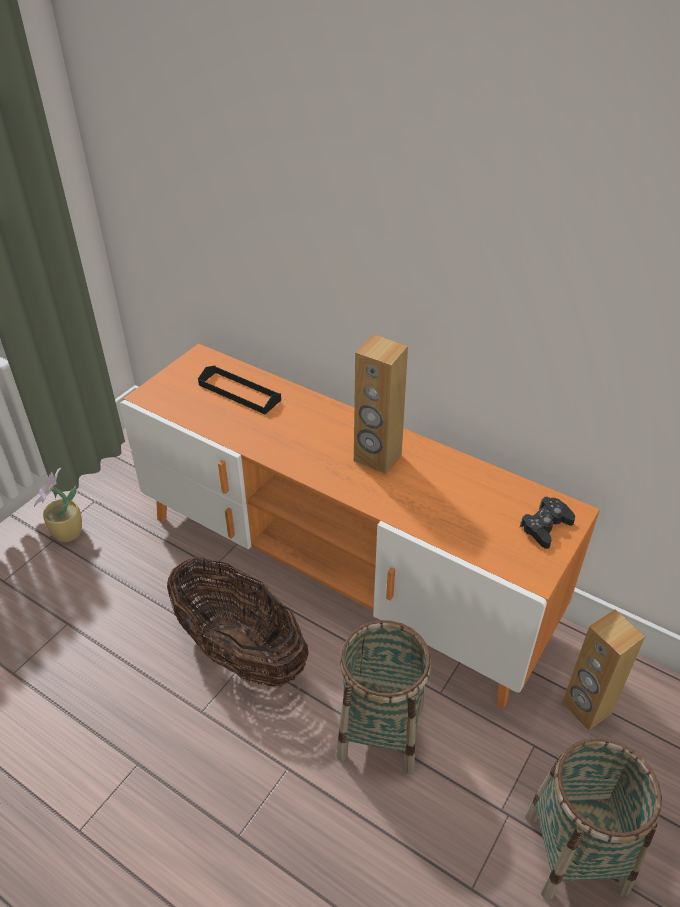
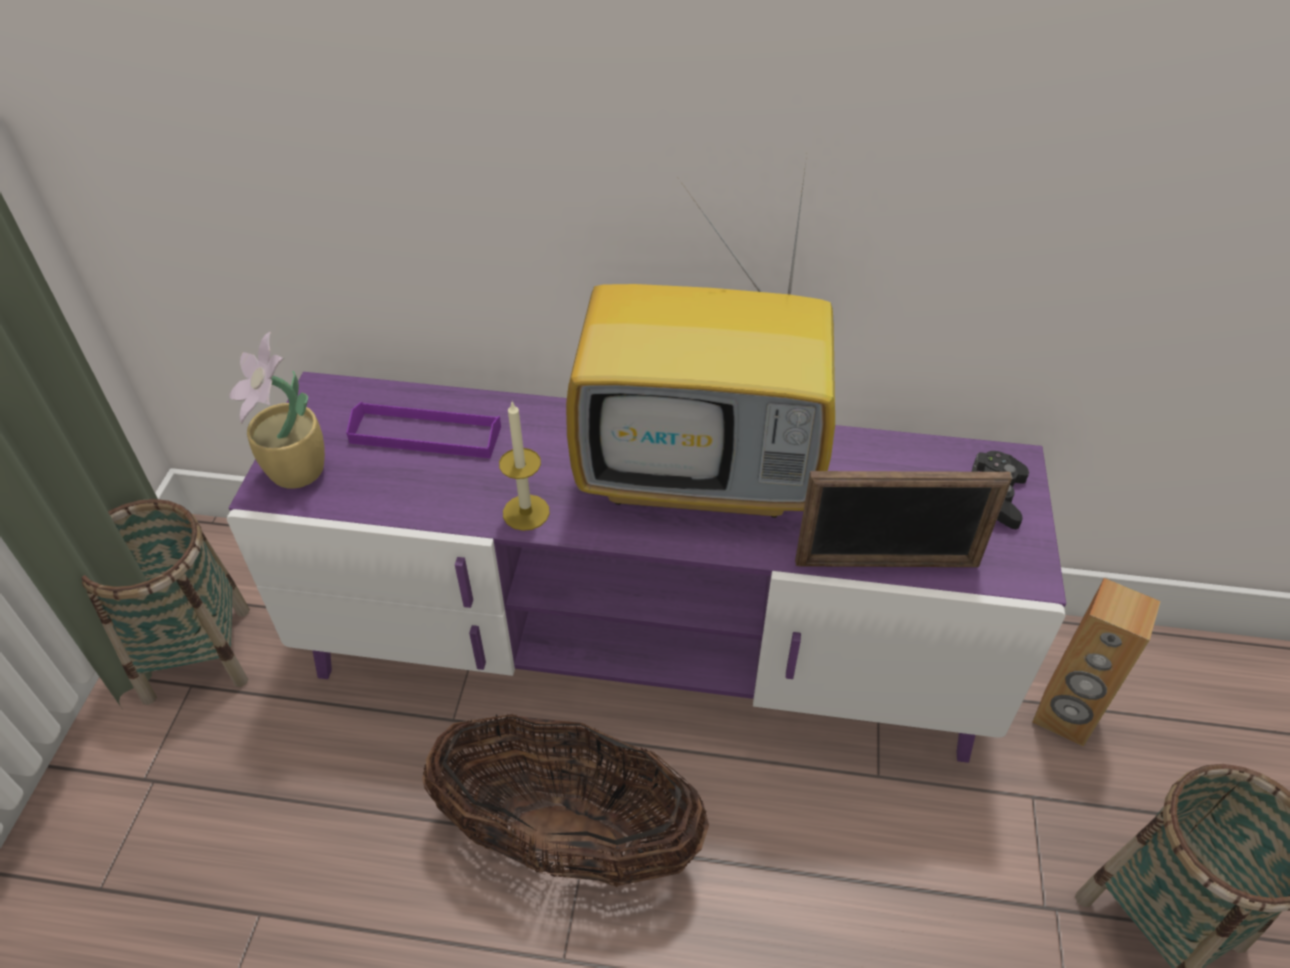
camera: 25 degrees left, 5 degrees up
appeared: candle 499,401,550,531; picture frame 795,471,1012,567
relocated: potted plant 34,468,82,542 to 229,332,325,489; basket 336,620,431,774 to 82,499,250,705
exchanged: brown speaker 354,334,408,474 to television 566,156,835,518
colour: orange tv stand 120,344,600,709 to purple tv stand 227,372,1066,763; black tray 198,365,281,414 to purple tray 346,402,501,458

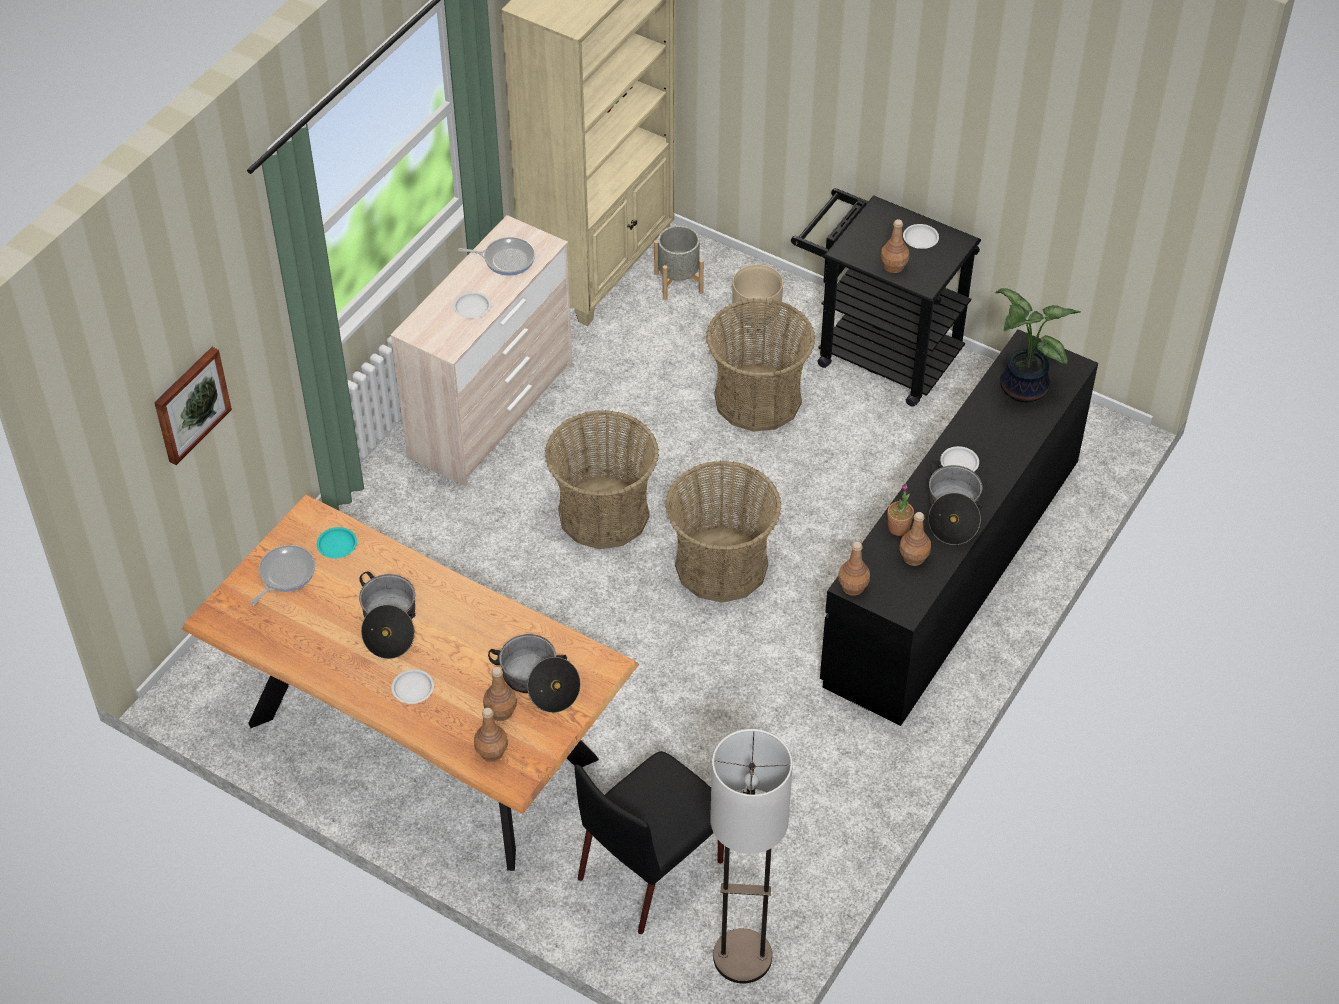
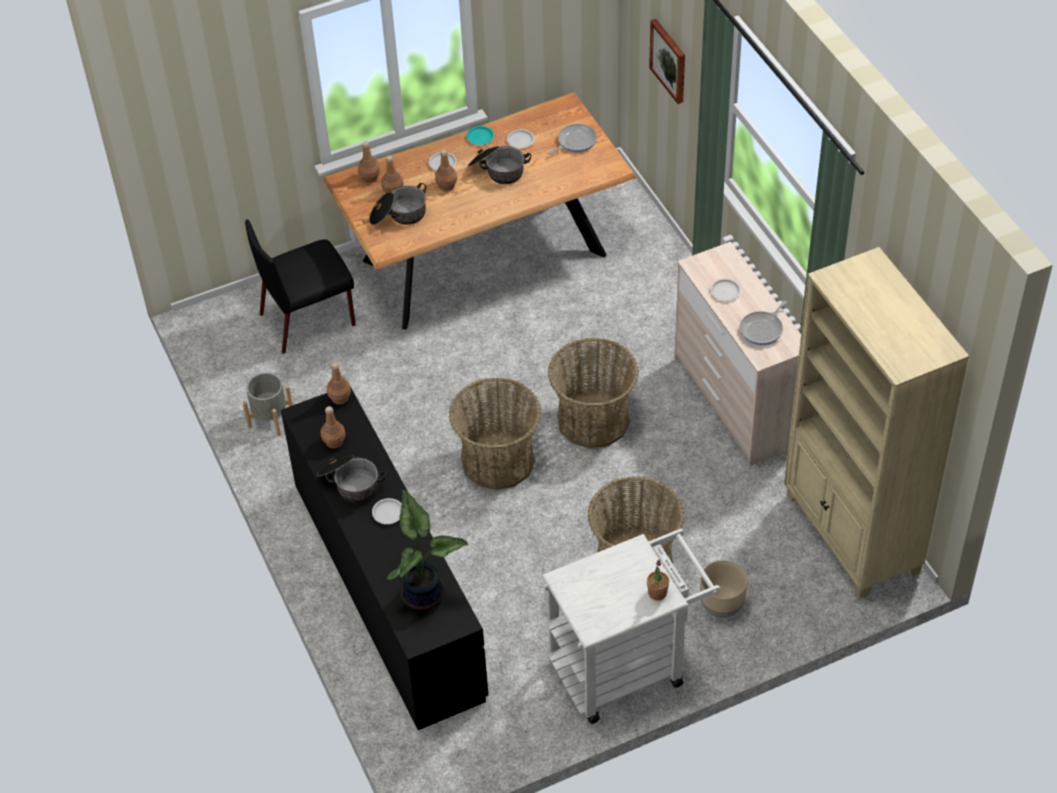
camera: 125 degrees right, 0 degrees up
missing: floor lamp 710,729,793,983
relocated: turquoise plate 317,527,357,558 to 466,126,494,145; grey planter 654,225,704,300 to 243,372,293,436; brown bottle 881,219,909,273 to 435,150,457,191; potted plant 888,483,914,536 to 647,560,669,600; white plate 903,224,939,249 to 507,129,535,148
colour: black cart 791,188,981,407 to white cart 542,529,721,724
spun: frying pan 250,545,315,606 = 548,124,597,155 105 degrees counterclockwise; black chair 574,751,724,934 = 245,220,356,354 105 degrees counterclockwise

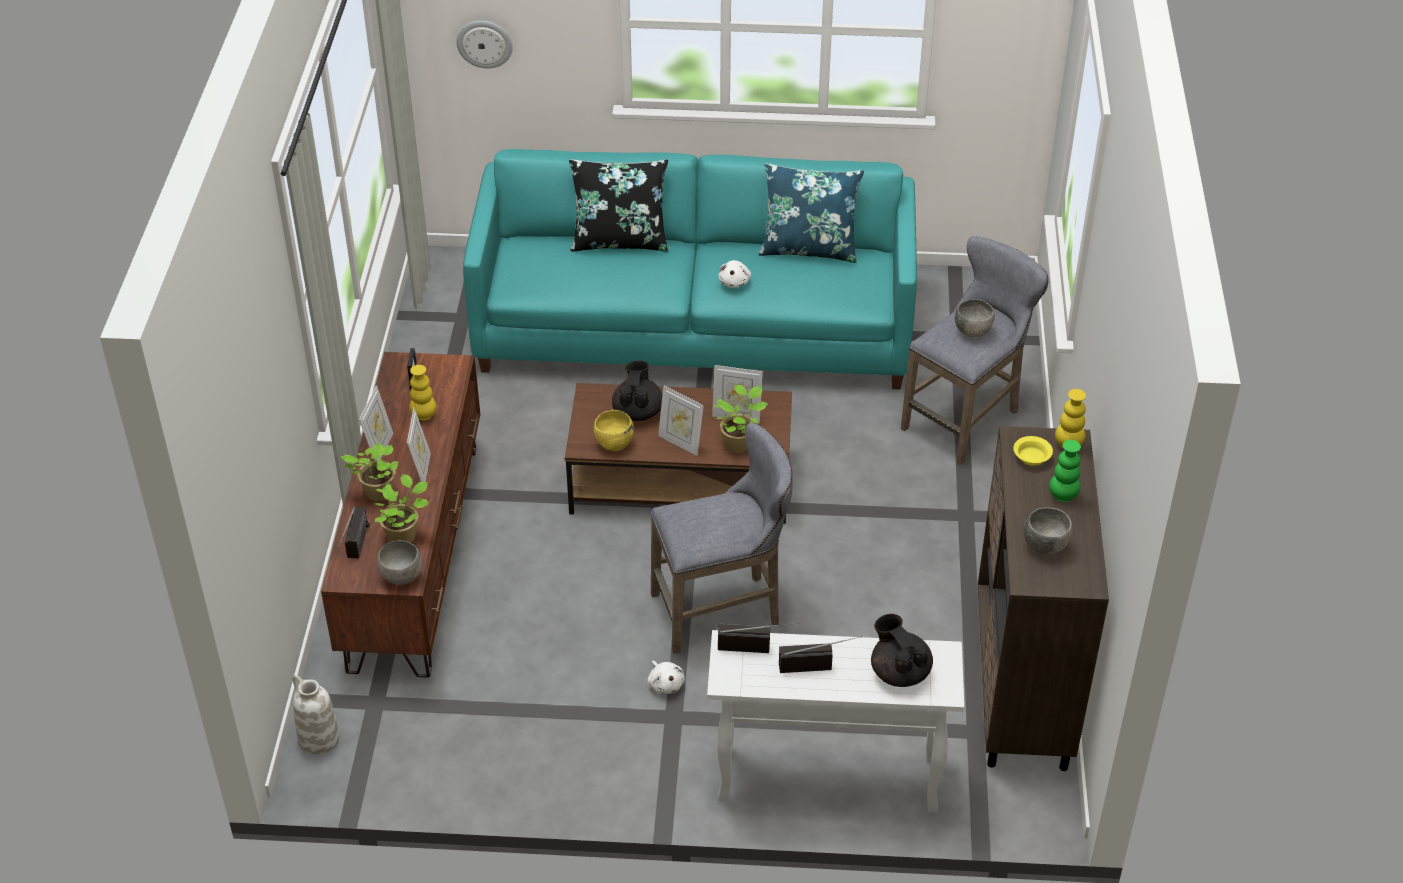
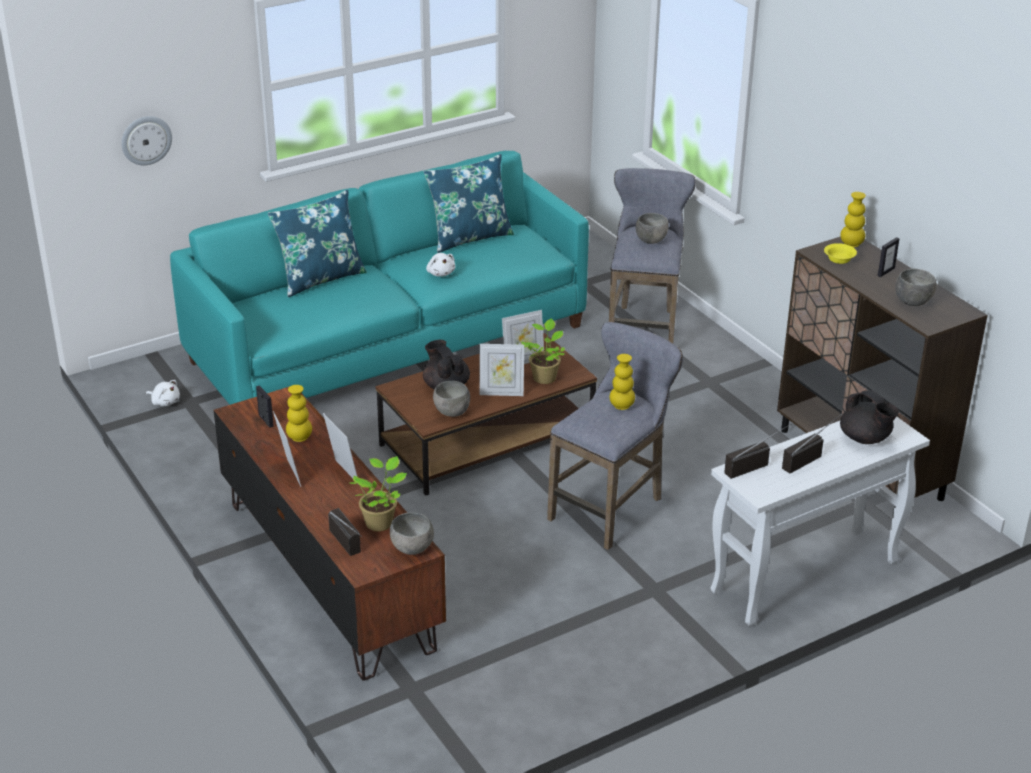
camera: 35 degrees left, 10 degrees down
missing: white vase 292,675,340,755; potted plant 341,442,398,501
appeared: yellow vase 610,354,635,410
relocated: white plush toy 647,660,685,694 to 146,380,180,406
exchanged: green vase 1049,440,1081,502 to picture frame 877,237,899,277
colour: black pillow 569,159,668,252 to blue pillow 268,190,367,297; yellow bowl 594,410,634,451 to grey bowl 433,381,470,417
spun: black teapot 871,614,933,687 = 840,390,899,444 150 degrees counterclockwise

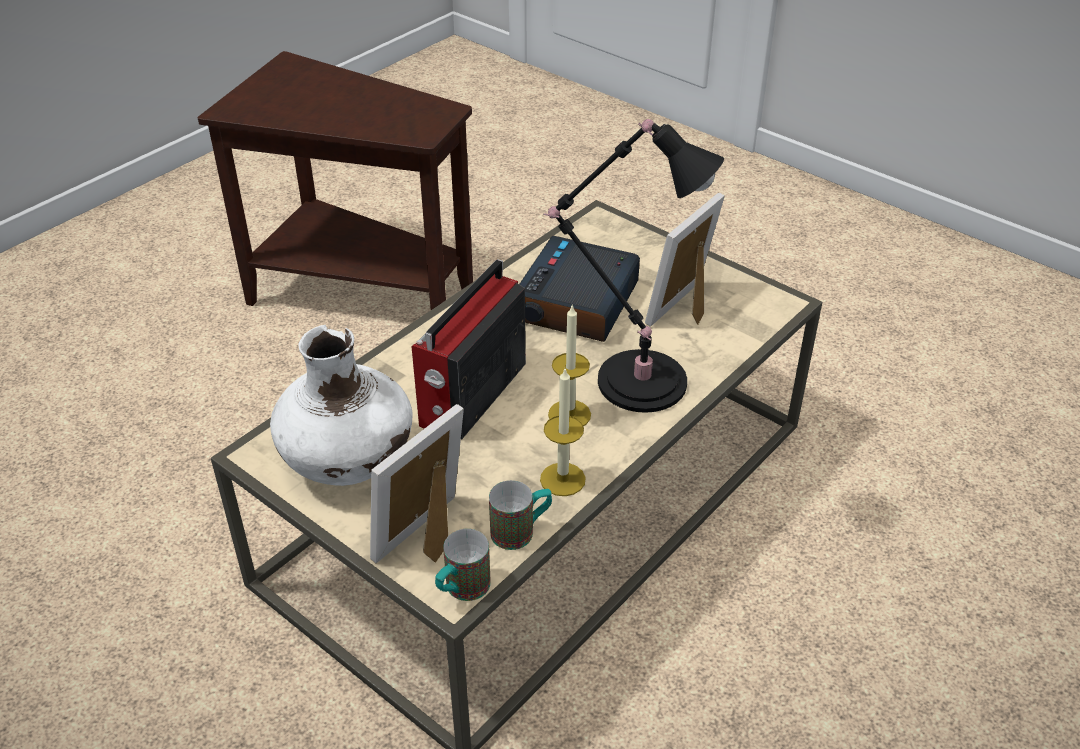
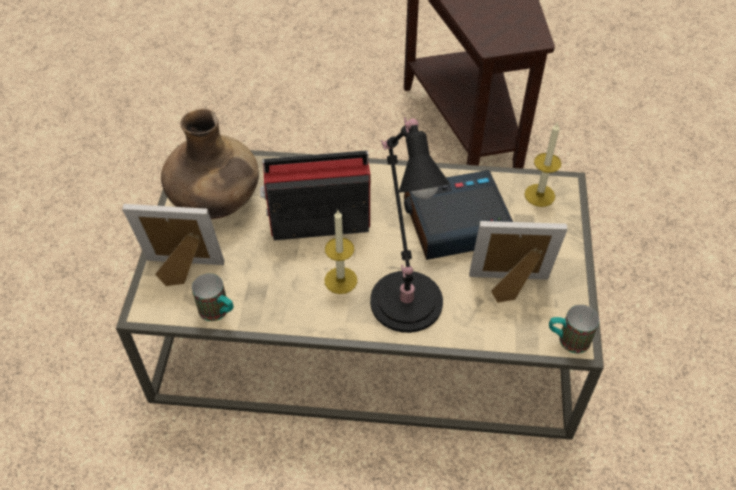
camera: 55 degrees right, 10 degrees up
relocated: mug 435,529,491,601 to 549,305,599,354; candle 540,369,586,496 to 524,122,561,207
colour: white vase 270,325,412,486 to brown vase 161,109,259,219

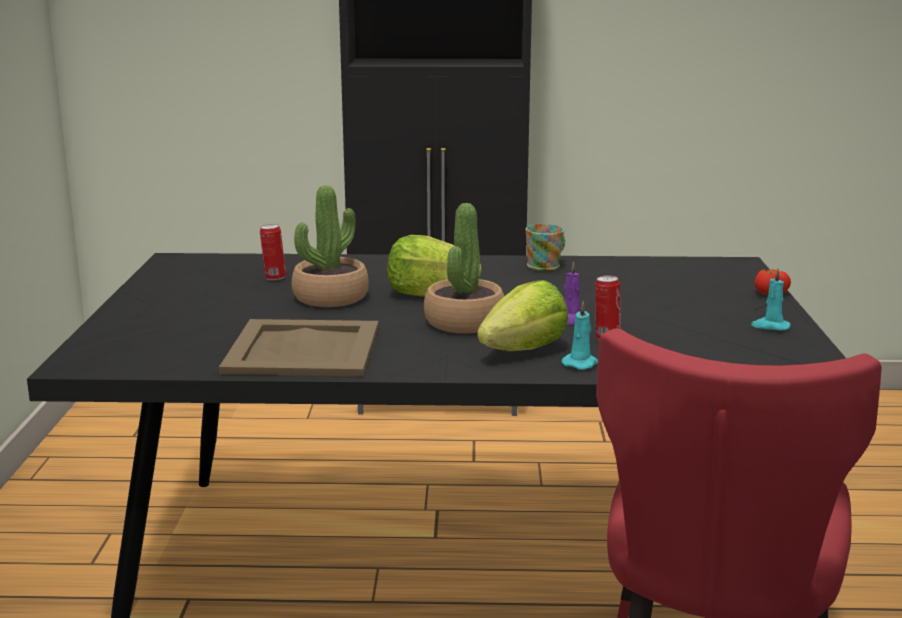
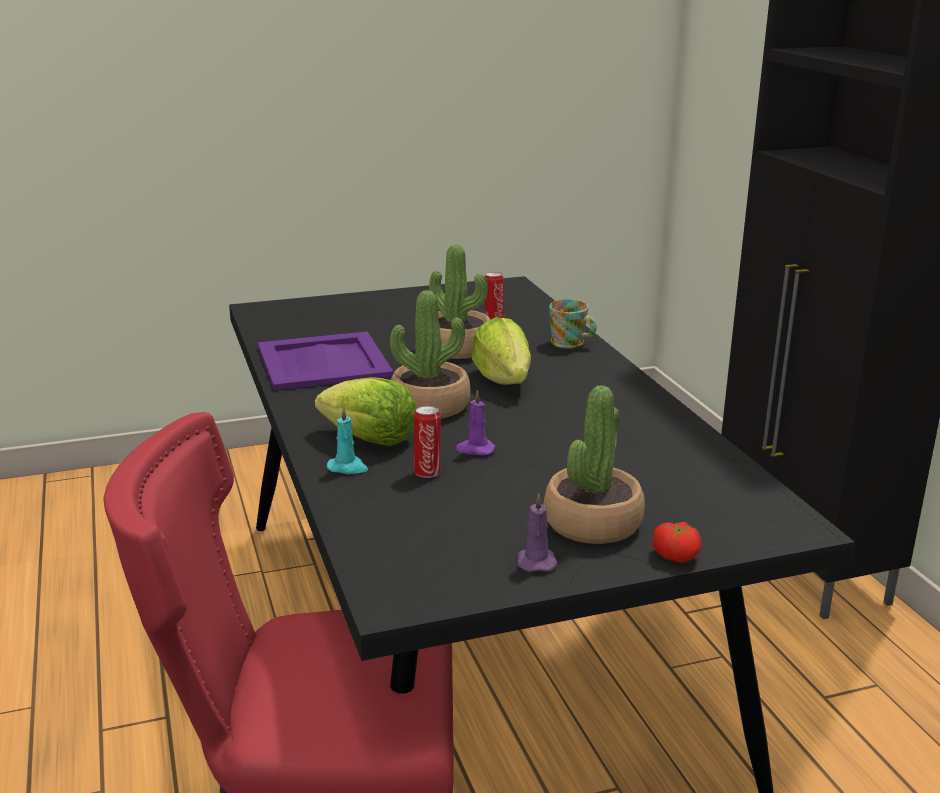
camera: 70 degrees right, 5 degrees up
appeared: potted plant 544,385,645,544
relocated: mug 525,224,565,271 to 549,299,597,349
colour: beige tray 219,319,379,376 to purple tray 258,331,393,390; turquoise candle 751,268,791,330 to purple candle 517,493,557,572

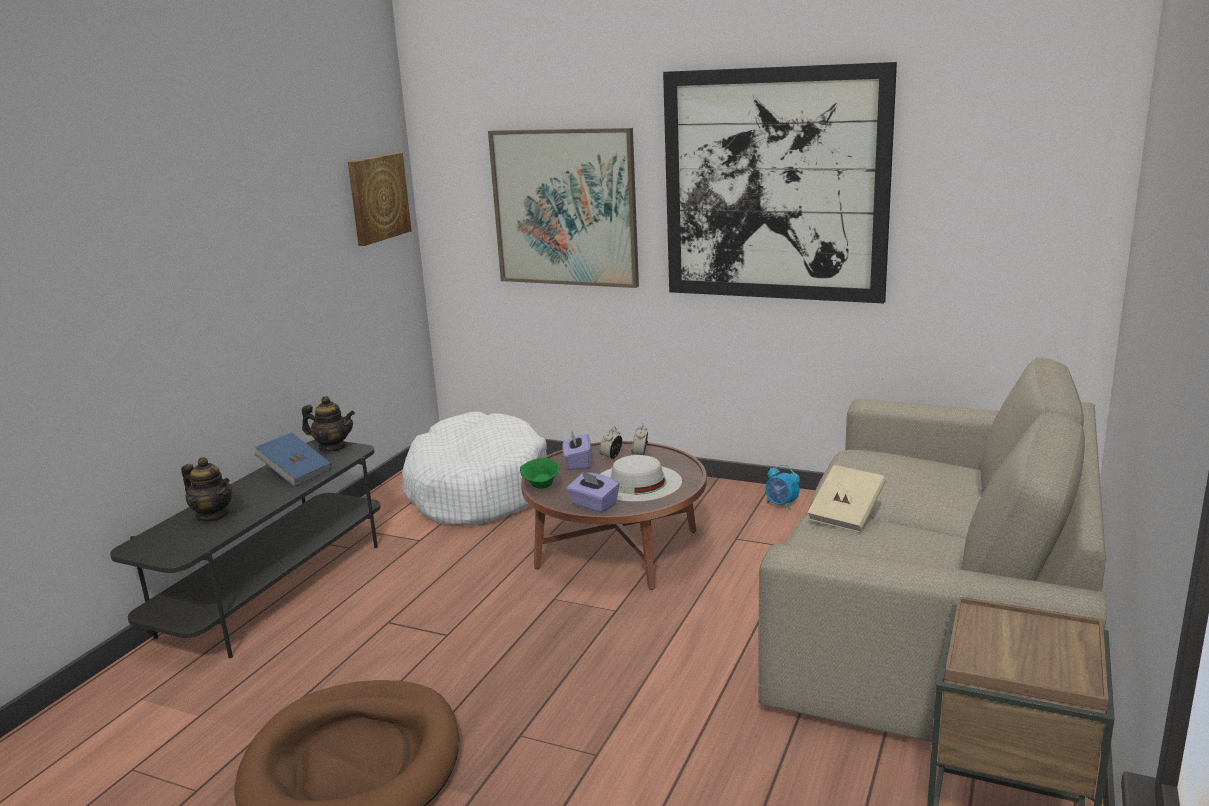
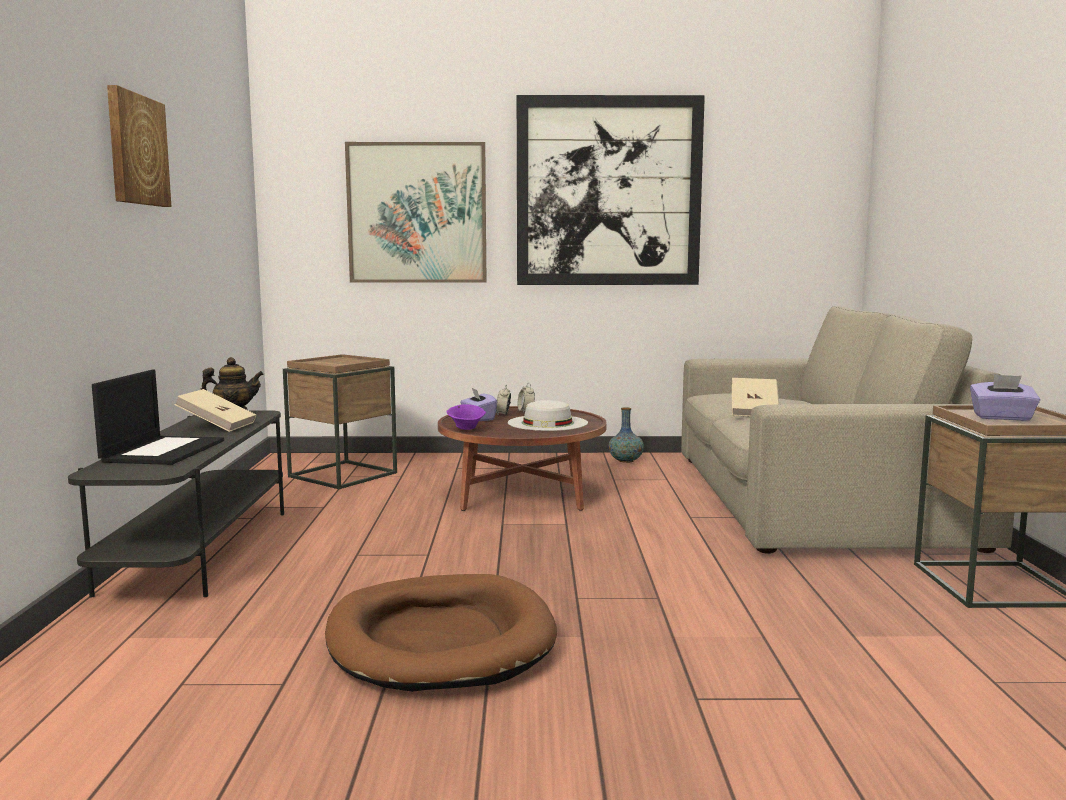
camera: 25 degrees left, 10 degrees down
relocated: picture 348,152,412,246 to 107,85,171,207; purple tissue box 566,471,620,513 to 970,374,1040,421
exchanged: teapot 181,457,232,522 to laptop 92,370,224,465; white dog bed 402,412,547,526 to brown side table 283,354,397,489; alarm clock 765,464,800,510 to vase 608,407,644,463
colour: blue book 254,432,332,486 to beige book 175,389,256,432; green bowl 520,458,559,489 to purple bowl 446,404,486,430

